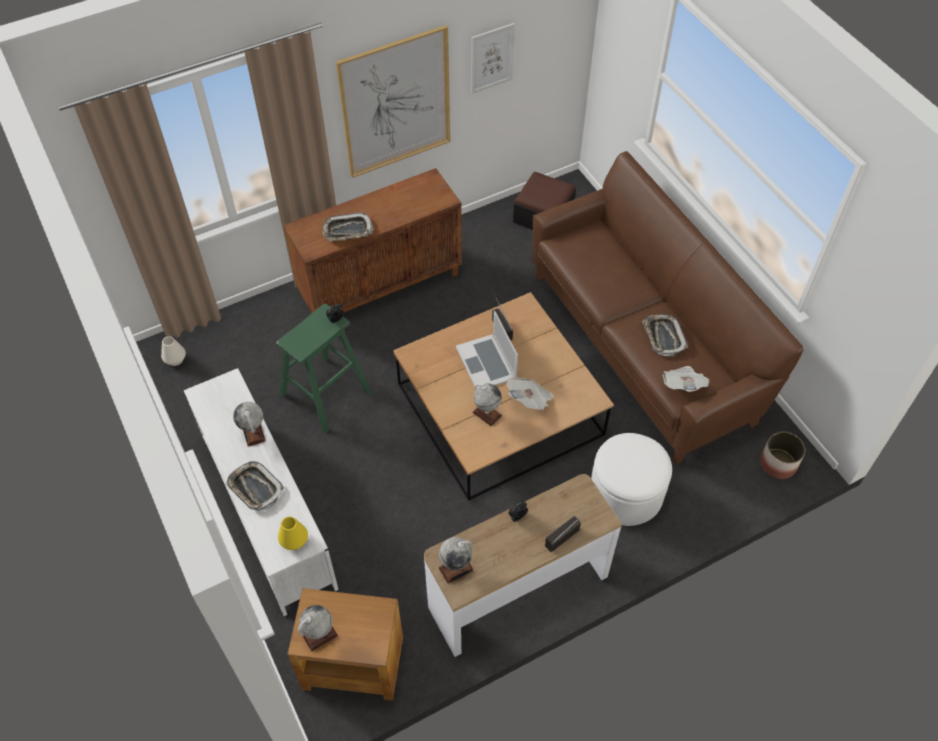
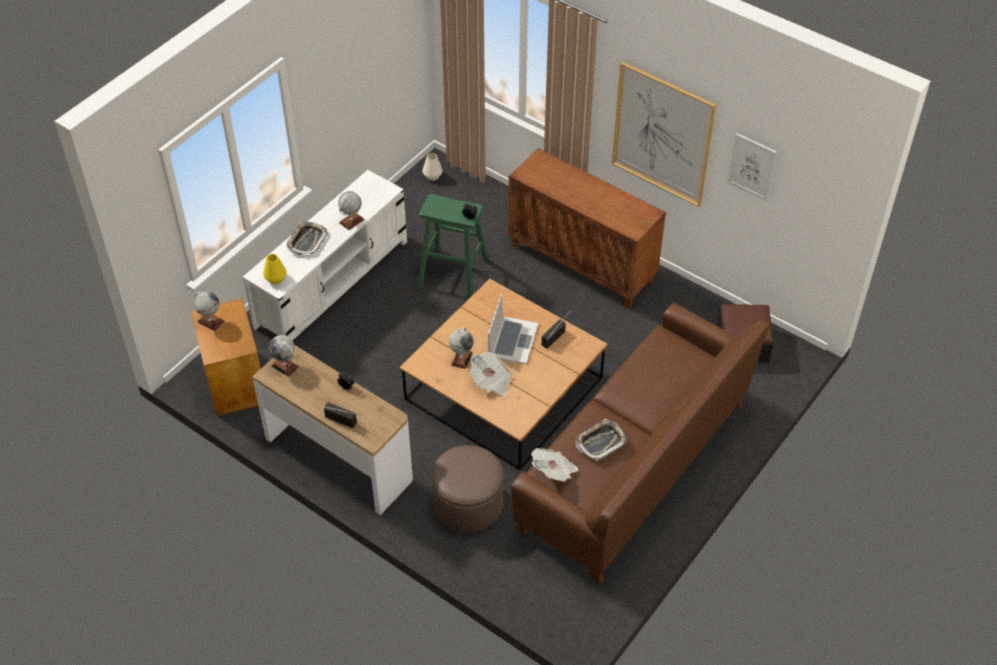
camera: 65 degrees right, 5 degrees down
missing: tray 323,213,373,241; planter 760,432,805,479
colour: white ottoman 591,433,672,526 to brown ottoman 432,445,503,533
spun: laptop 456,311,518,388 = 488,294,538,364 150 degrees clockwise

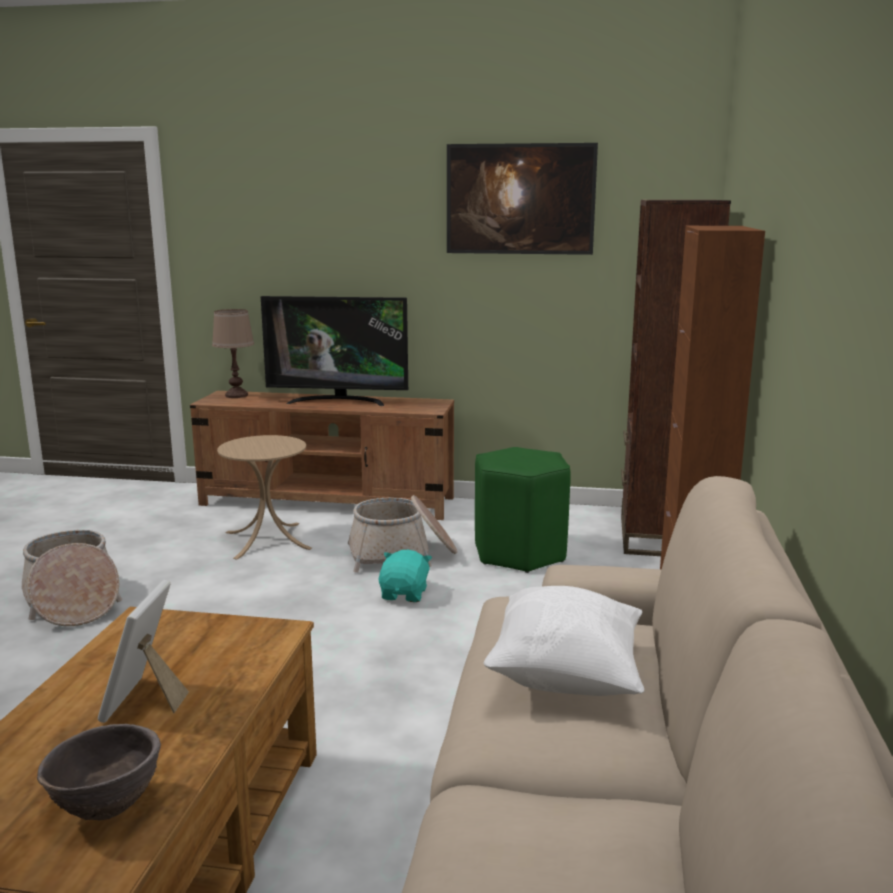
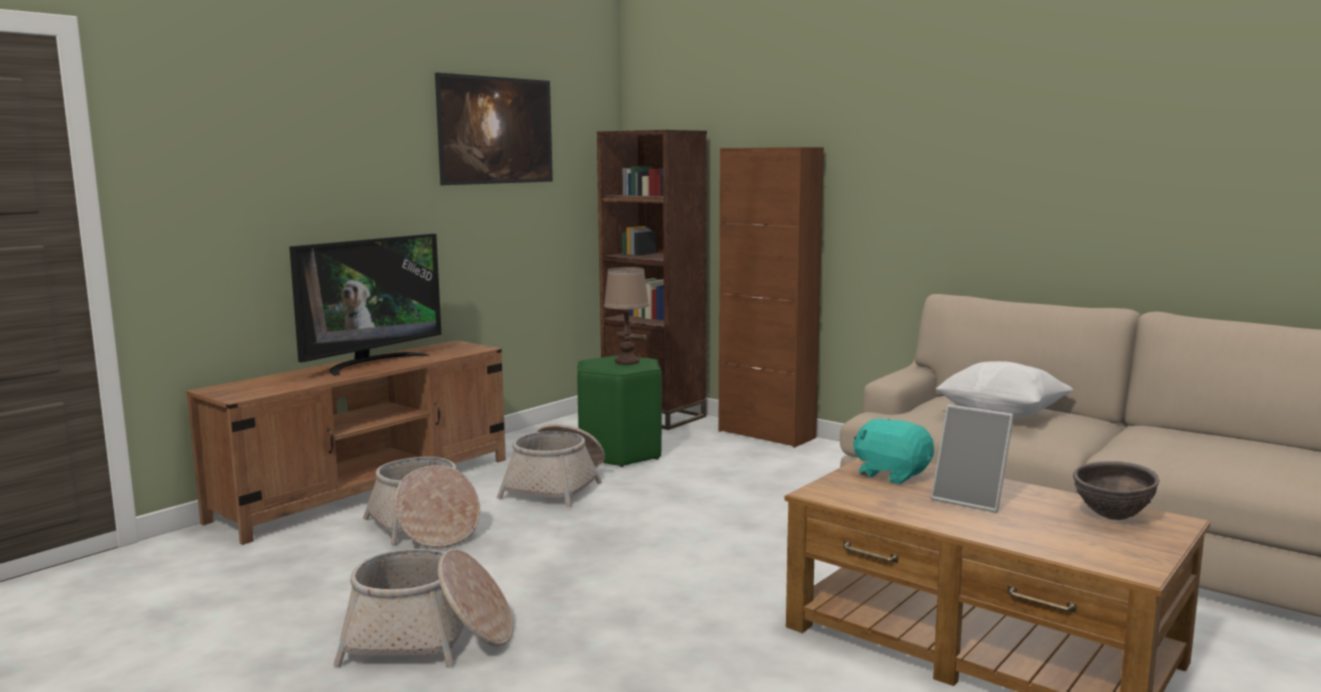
camera: 60 degrees left, 5 degrees down
relocated: brown table lamp 212,309,254,398 to 604,267,649,365; turquoise plush toy 379,550,432,602 to 853,419,934,484
exchanged: beige side table 217,435,312,560 to basket 363,457,480,548

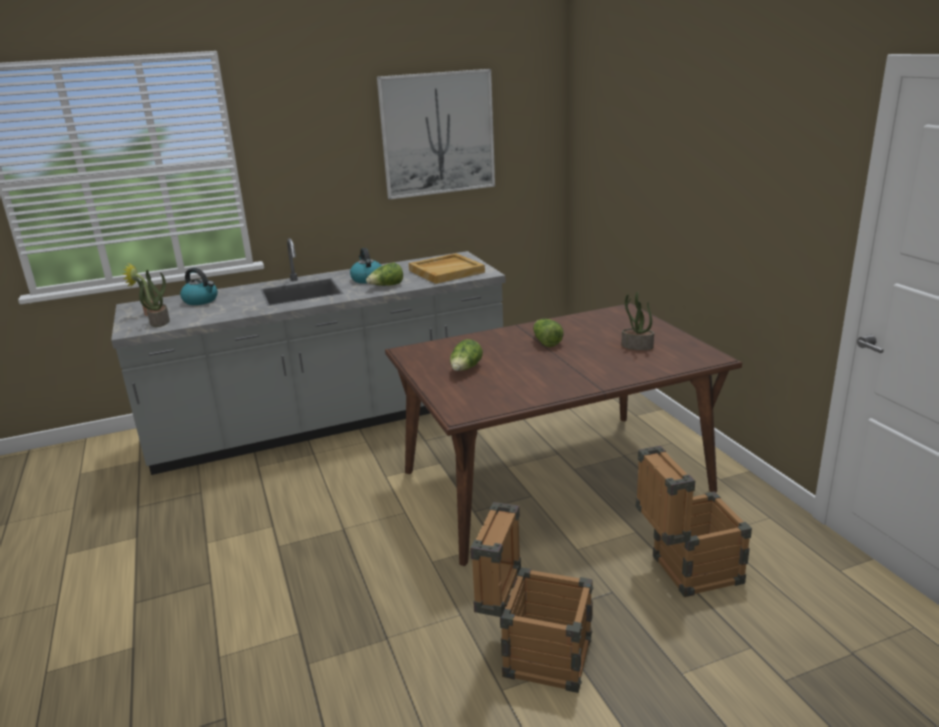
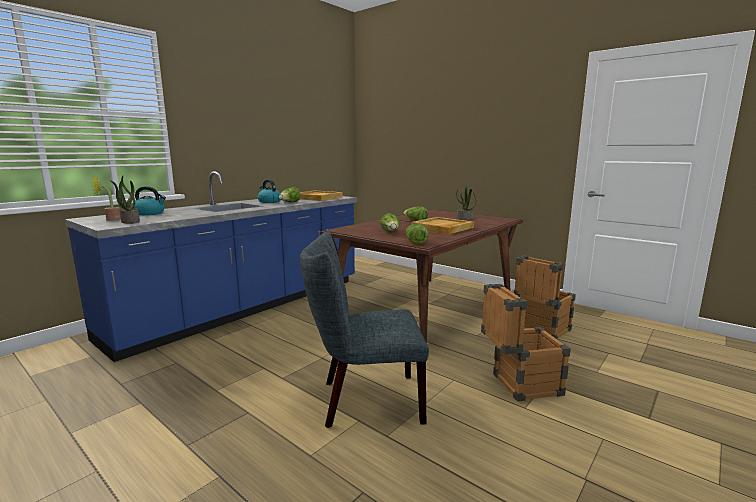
camera: 30 degrees left, 10 degrees down
missing: picture 377,69,495,200
appeared: grey chair 300,231,429,428; lettuce 406,224,429,245; beige tray 411,217,474,234
colour: grey counter 111,238,506,475 to blue counter 65,171,357,362

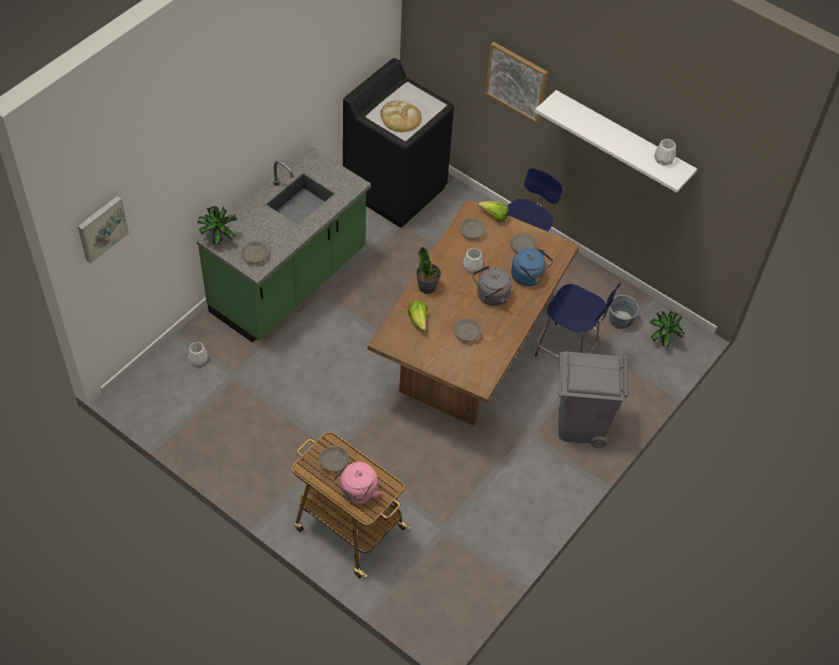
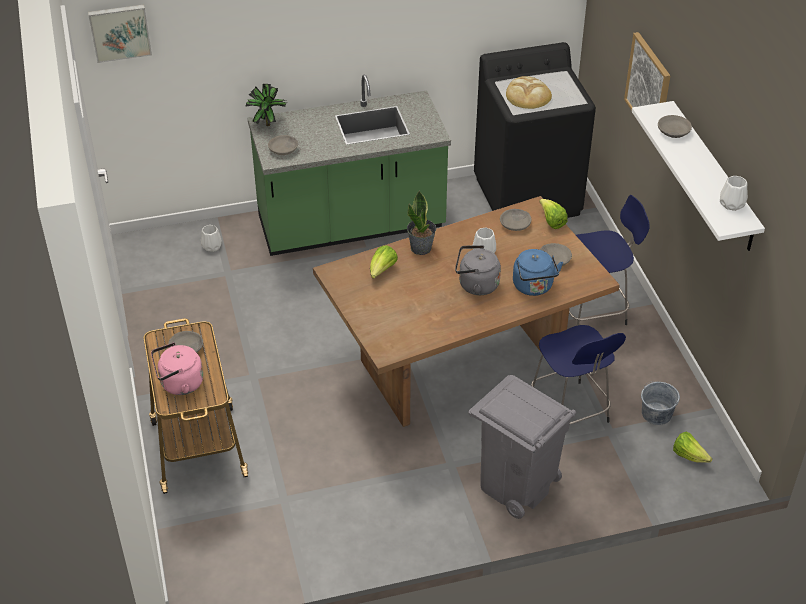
camera: 40 degrees right, 10 degrees down
relocated: grey bowl 454,319,482,342 to 658,115,692,138
exchanged: potted plant 650,311,685,347 to lettuce 673,432,713,463

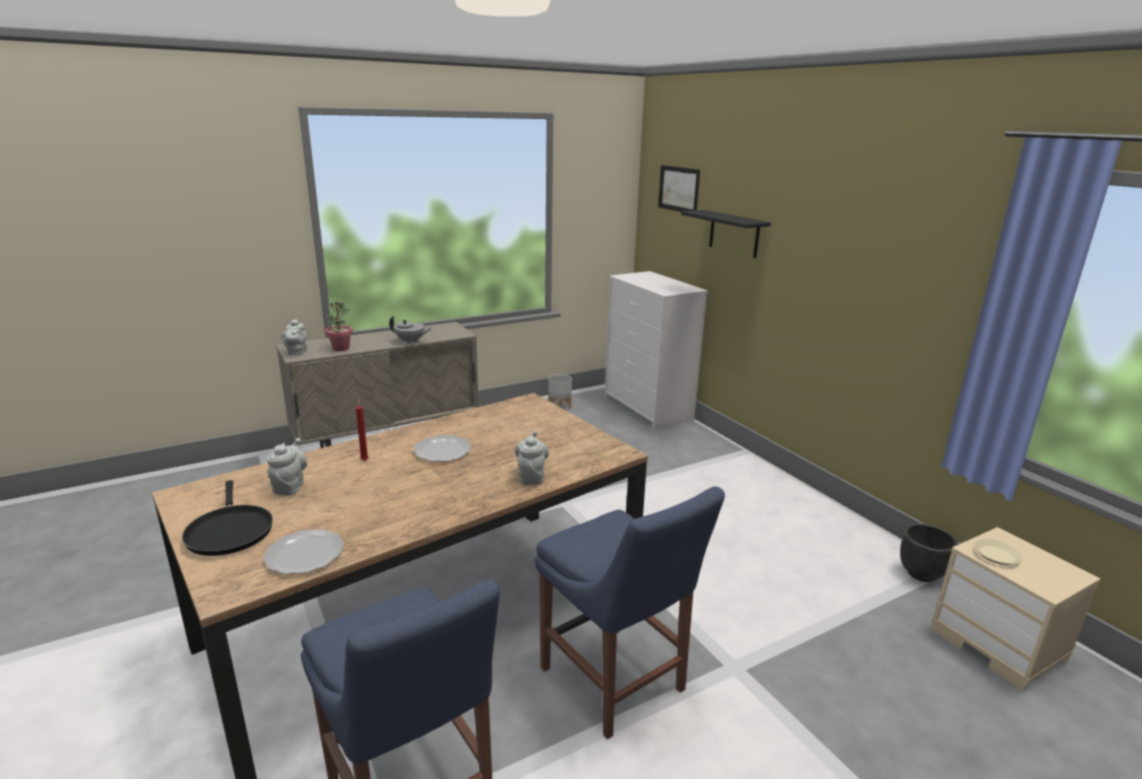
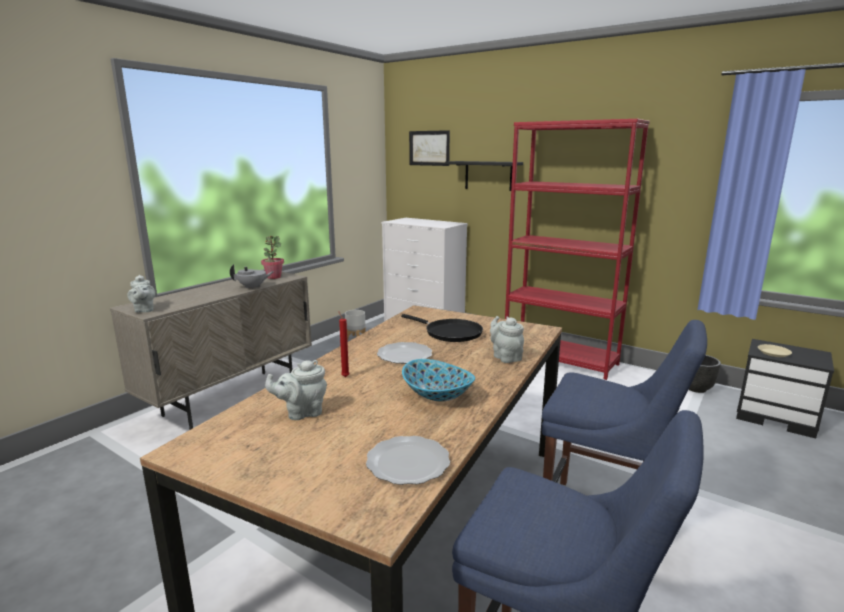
camera: 25 degrees left, 5 degrees down
appeared: bowl 402,359,475,402; red bookcase 505,119,650,380
relocated: black frying pan 182,480,273,556 to 401,314,483,342; potted plant 326,301,353,351 to 261,236,284,279
colour: beige nightstand 931,527,1101,692 to black nightstand 736,339,834,439
spun: grey teapot 267,438,307,495 = 265,360,327,420 90 degrees counterclockwise

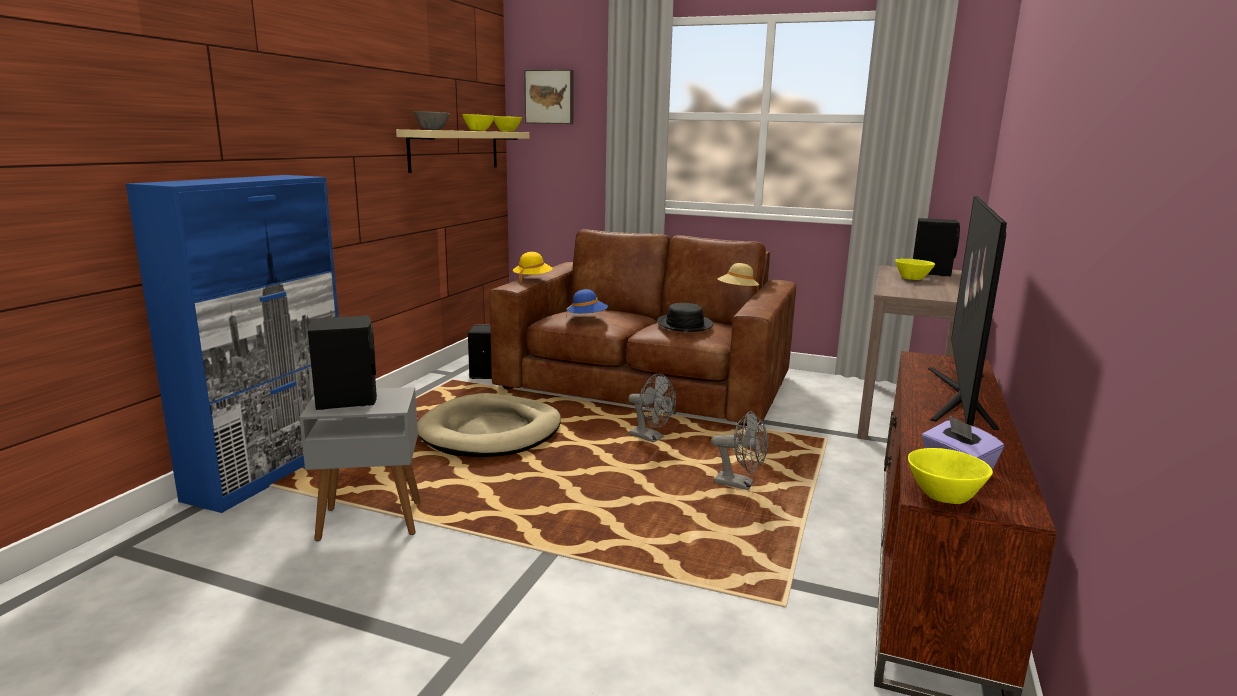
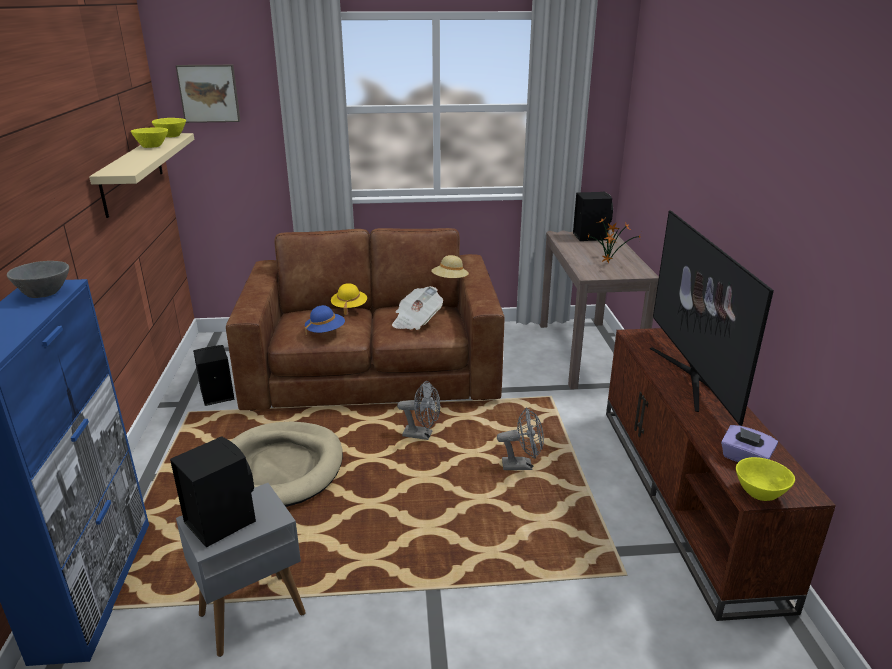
camera: 25 degrees left, 10 degrees up
missing: yellow bowl 895,259,935,280
appeared: potted plant 586,218,641,263
relocated: grey bowl 413,111,450,130 to 7,261,69,298; yellow hat 513,252,553,282 to 331,283,367,315
exchanged: black hat 657,303,713,332 to newspaper 392,286,443,330

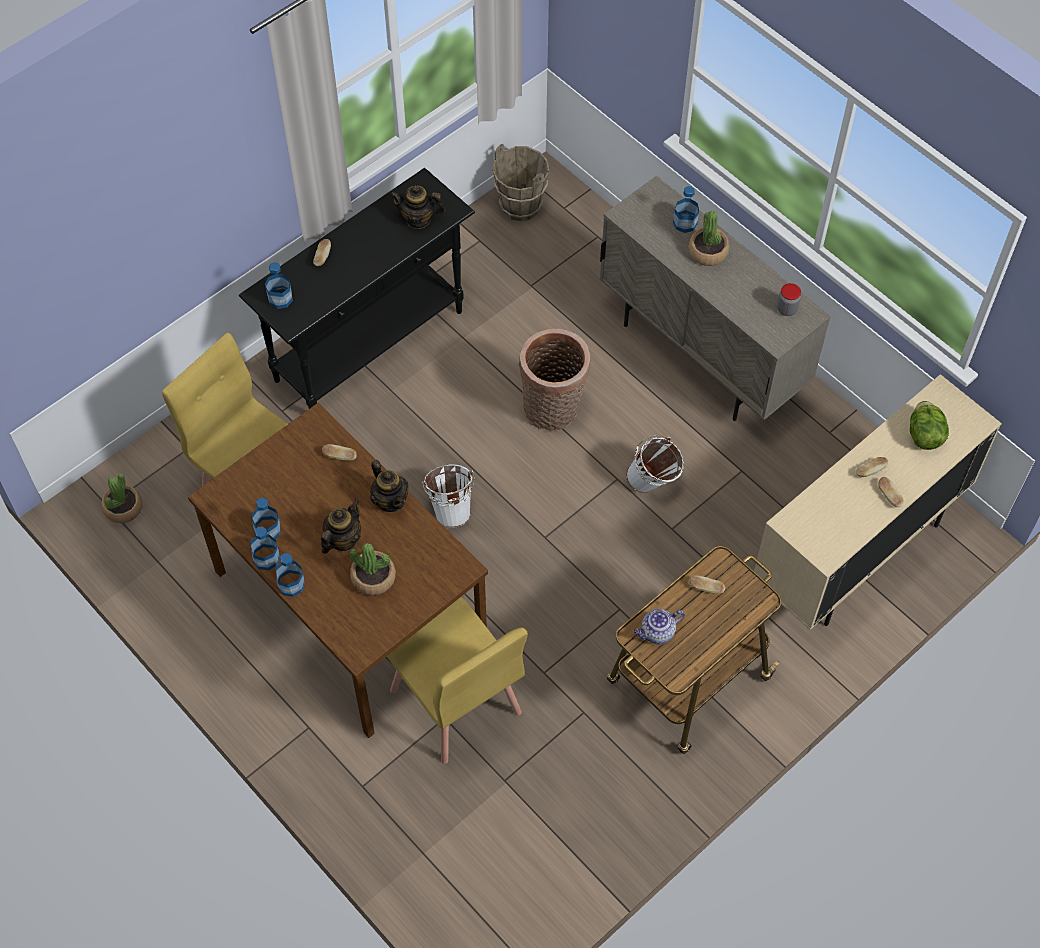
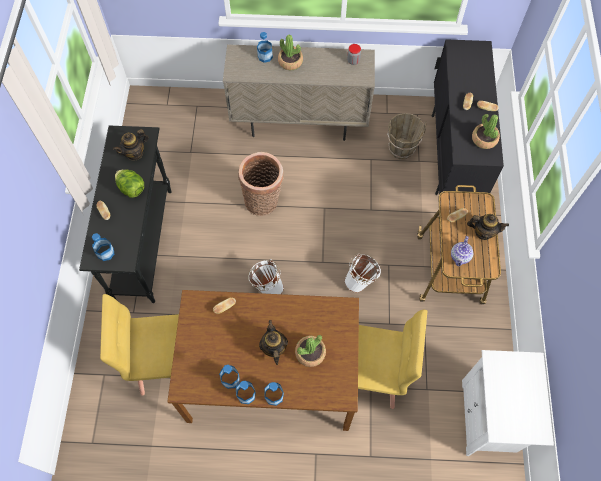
camera: 45 degrees left, 5 degrees up
appeared: white nightstand 462,350,554,456
relocated: potted plant 102,473,143,523 to 472,114,500,149; teapot 370,460,408,512 to 467,214,509,240; brown bucket 492,144,549,221 to 387,113,426,160; white bucket 626,436,684,493 to 344,253,381,293; lettuce 910,401,949,450 to 115,170,144,198
colour: beige cabinet 754,374,1002,630 to black cabinet 432,39,504,202

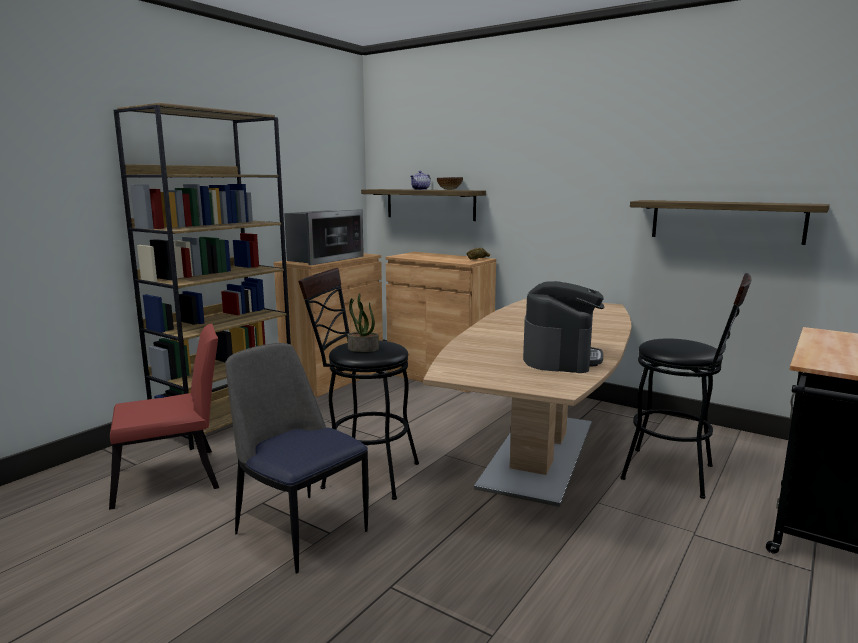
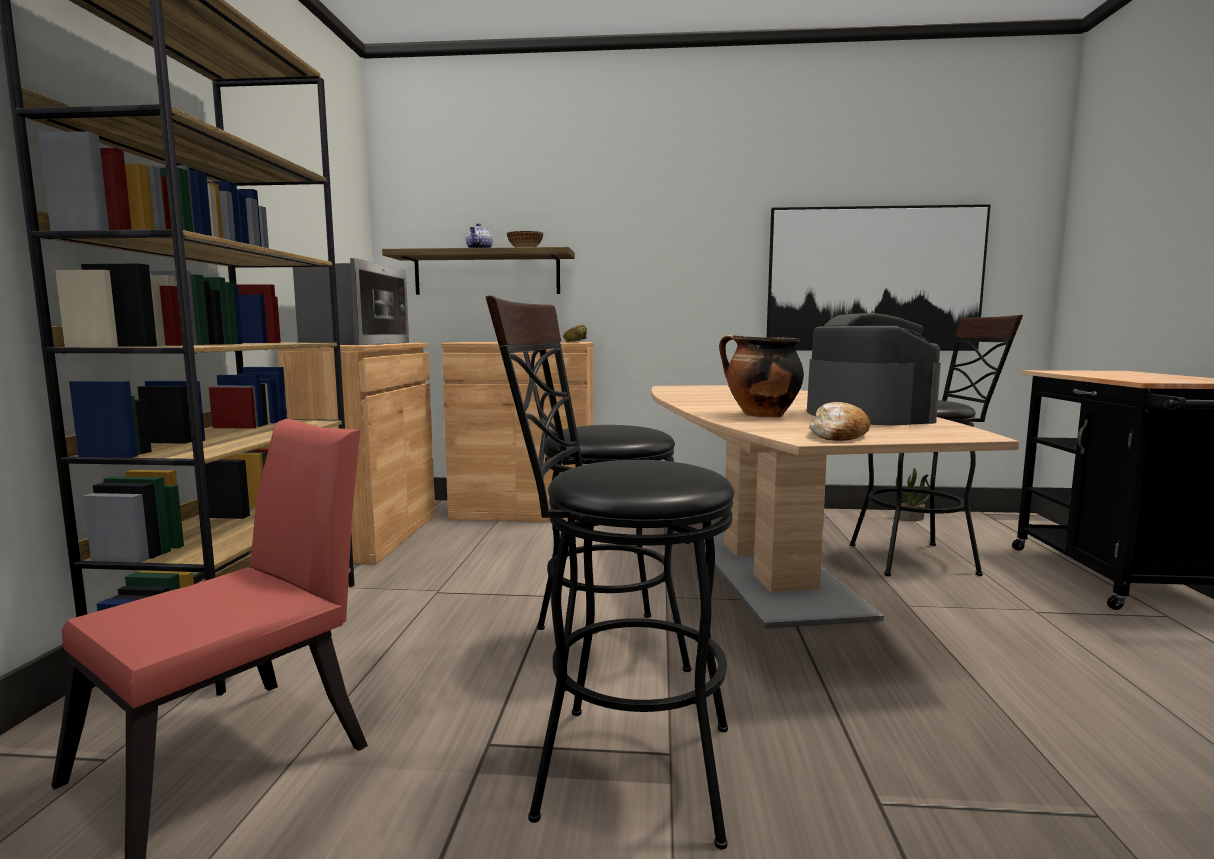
camera: 30 degrees left, 5 degrees down
appeared: cooking pot 719,334,804,417; bread 809,402,870,441
relocated: potted plant 347,293,379,352 to 896,468,930,521
exchanged: chair 225,343,369,574 to black stool 485,295,734,850; shelf 630,200,830,245 to picture 767,204,991,351

